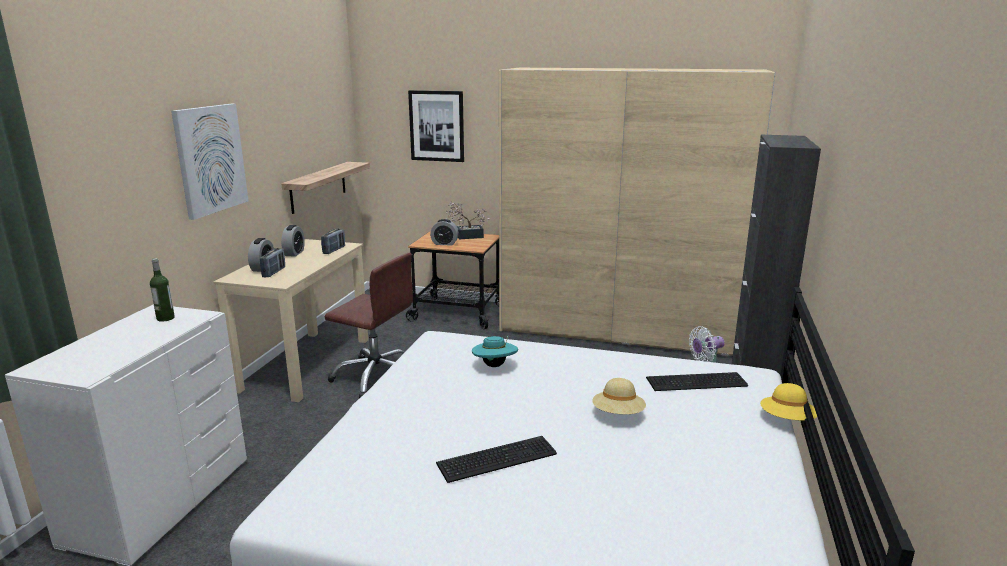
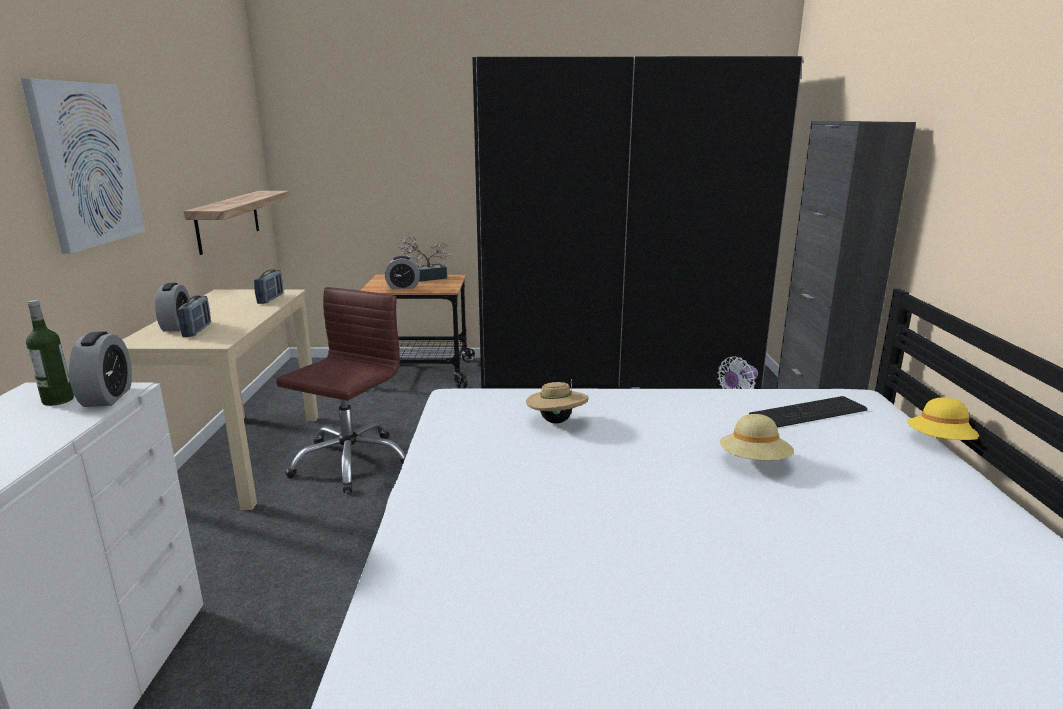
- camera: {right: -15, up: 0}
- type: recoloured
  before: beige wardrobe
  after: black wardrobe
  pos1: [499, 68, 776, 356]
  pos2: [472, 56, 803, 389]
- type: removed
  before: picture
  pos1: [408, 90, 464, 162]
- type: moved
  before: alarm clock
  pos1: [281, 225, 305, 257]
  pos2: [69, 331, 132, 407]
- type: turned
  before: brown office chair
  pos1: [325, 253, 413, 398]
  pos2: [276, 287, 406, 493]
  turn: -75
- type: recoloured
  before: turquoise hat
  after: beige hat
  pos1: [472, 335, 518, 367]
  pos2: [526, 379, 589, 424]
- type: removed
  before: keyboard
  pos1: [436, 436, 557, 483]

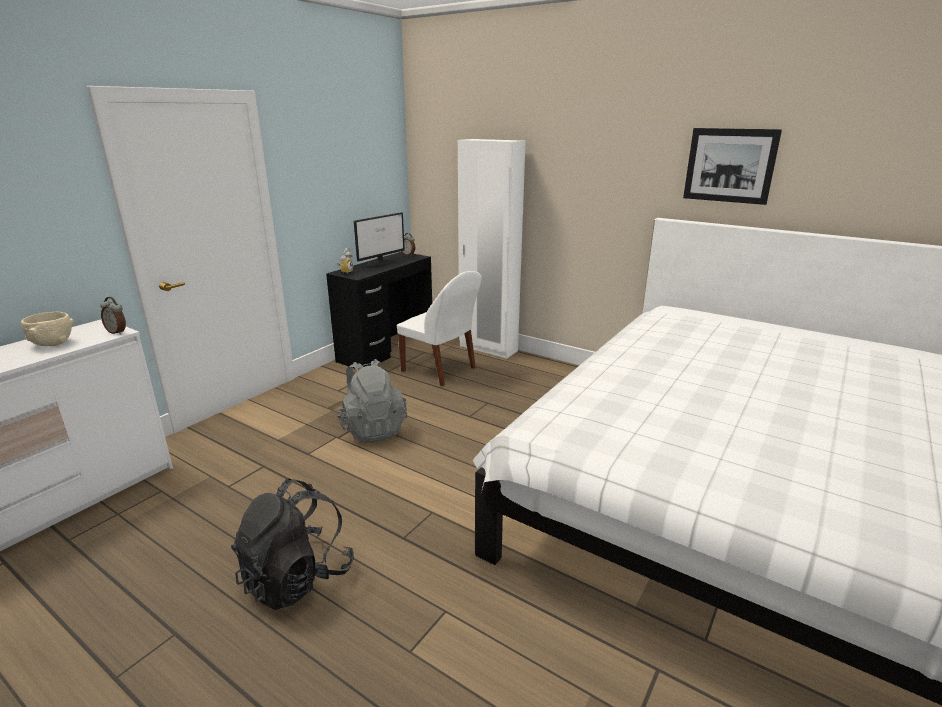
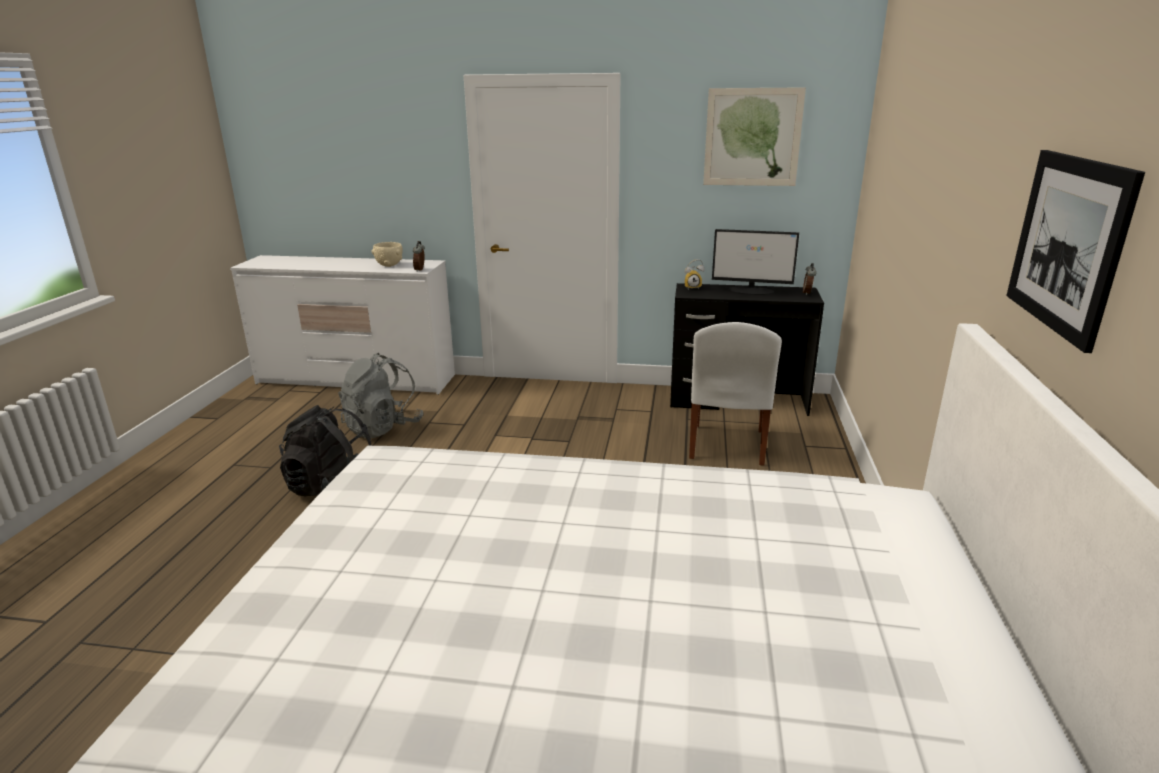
- camera: {right: 65, up: 0}
- type: removed
  before: white wardrobe
  pos1: [458, 139, 526, 359]
- type: moved
  before: grey backpack
  pos1: [337, 359, 407, 443]
  pos2: [338, 353, 423, 438]
- type: added
  after: picture
  pos2: [703, 87, 806, 186]

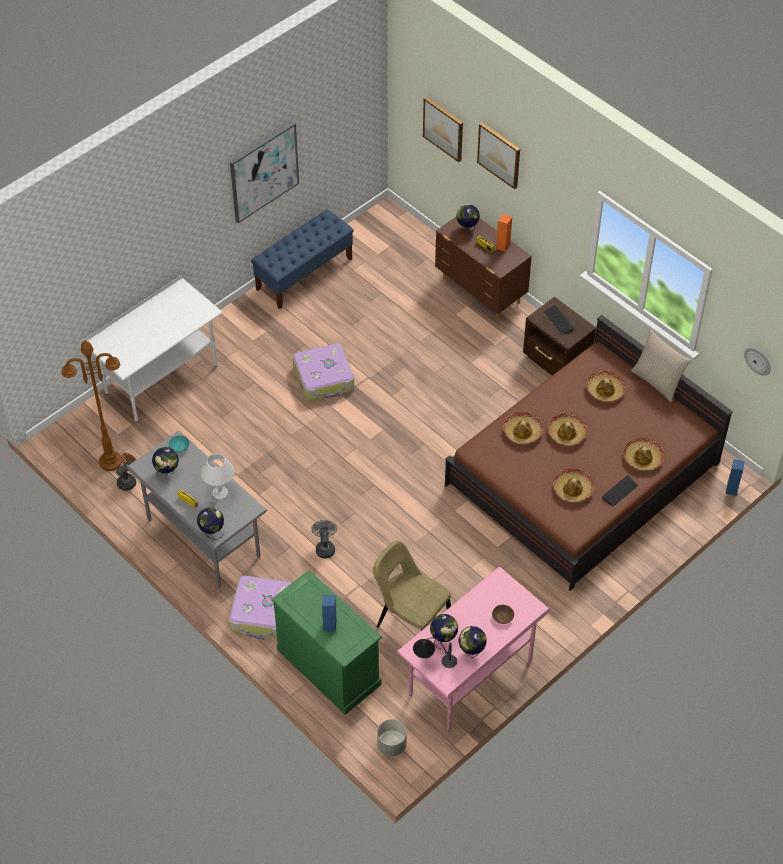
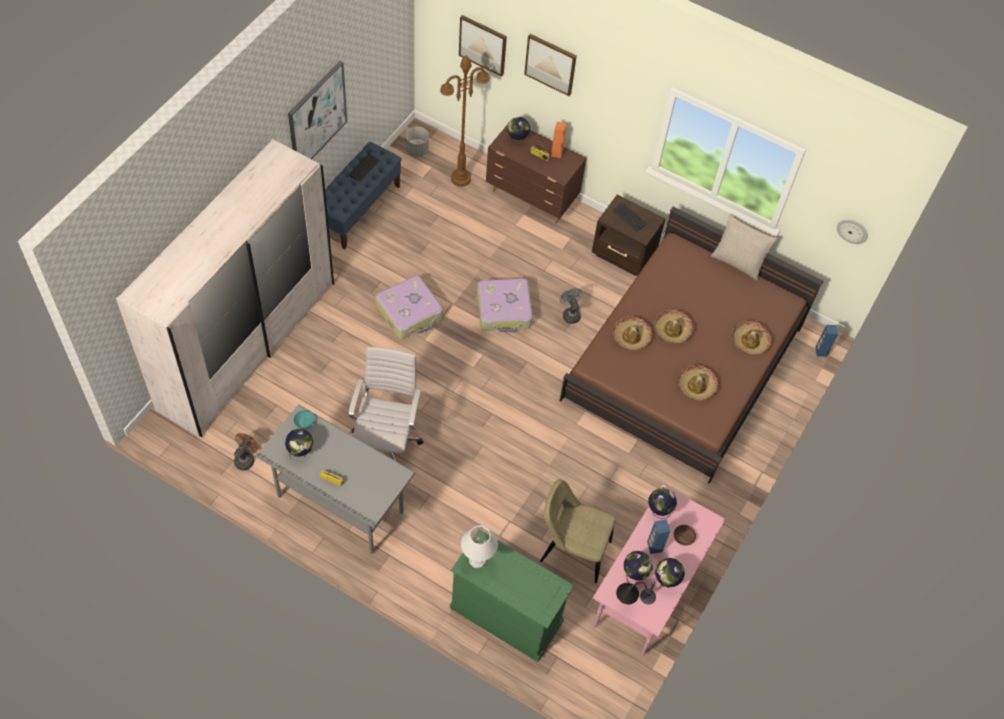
- camera: {right: -20, up: 5}
- type: replaced
  before: white desk
  after: white wardrobe
  pos1: [82, 275, 222, 423]
  pos2: [116, 139, 334, 437]
- type: moved
  before: brown floor lamp
  pos1: [62, 340, 122, 471]
  pos2: [440, 55, 490, 187]
- type: removed
  before: hat
  pos1: [586, 370, 626, 402]
- type: moved
  before: white table lamp
  pos1: [201, 453, 235, 500]
  pos2: [461, 525, 498, 568]
- type: moved
  before: keyboard
  pos1: [602, 475, 638, 507]
  pos2: [349, 153, 379, 182]
- type: moved
  before: globe
  pos1: [197, 507, 224, 540]
  pos2: [648, 487, 677, 519]
- type: moved
  before: grey fan
  pos1: [311, 520, 337, 558]
  pos2: [559, 288, 582, 324]
- type: moved
  before: suitcase
  pos1: [229, 575, 292, 640]
  pos2: [477, 279, 533, 333]
- type: moved
  before: blue speaker
  pos1: [322, 594, 337, 632]
  pos2: [647, 519, 670, 554]
- type: moved
  before: grey planter
  pos1: [377, 719, 407, 756]
  pos2: [406, 127, 429, 157]
- type: added
  after: white office chair
  pos2: [349, 346, 423, 461]

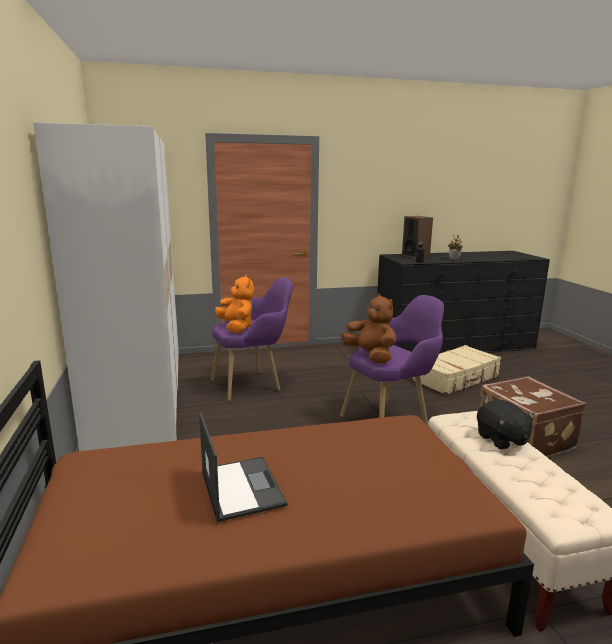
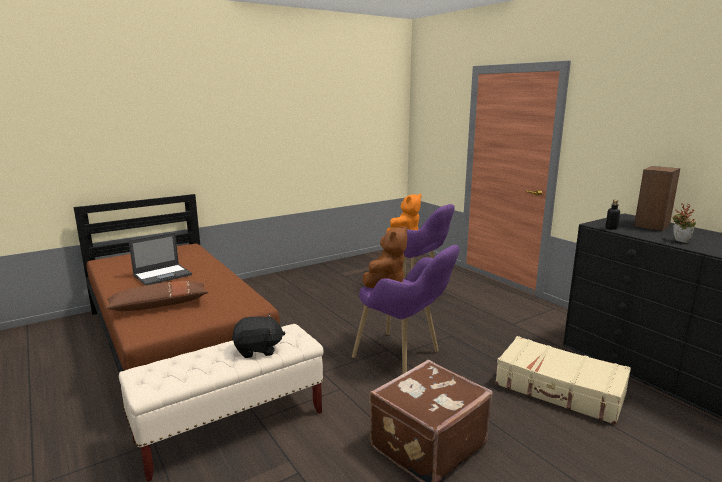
- camera: {right: 70, up: 0}
- type: removed
  before: white wardrobe
  pos1: [33, 122, 179, 451]
- type: turned
  before: black plush toy
  pos1: [477, 400, 535, 450]
  pos2: [232, 314, 285, 358]
  turn: -150
- type: added
  after: brown pillow
  pos2: [105, 281, 208, 311]

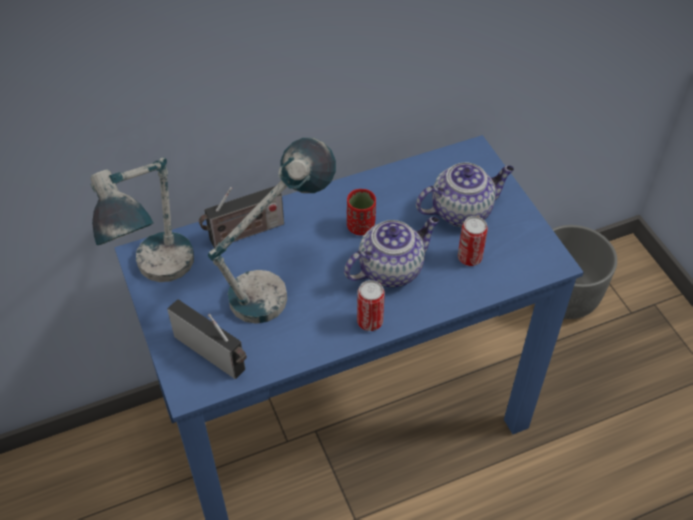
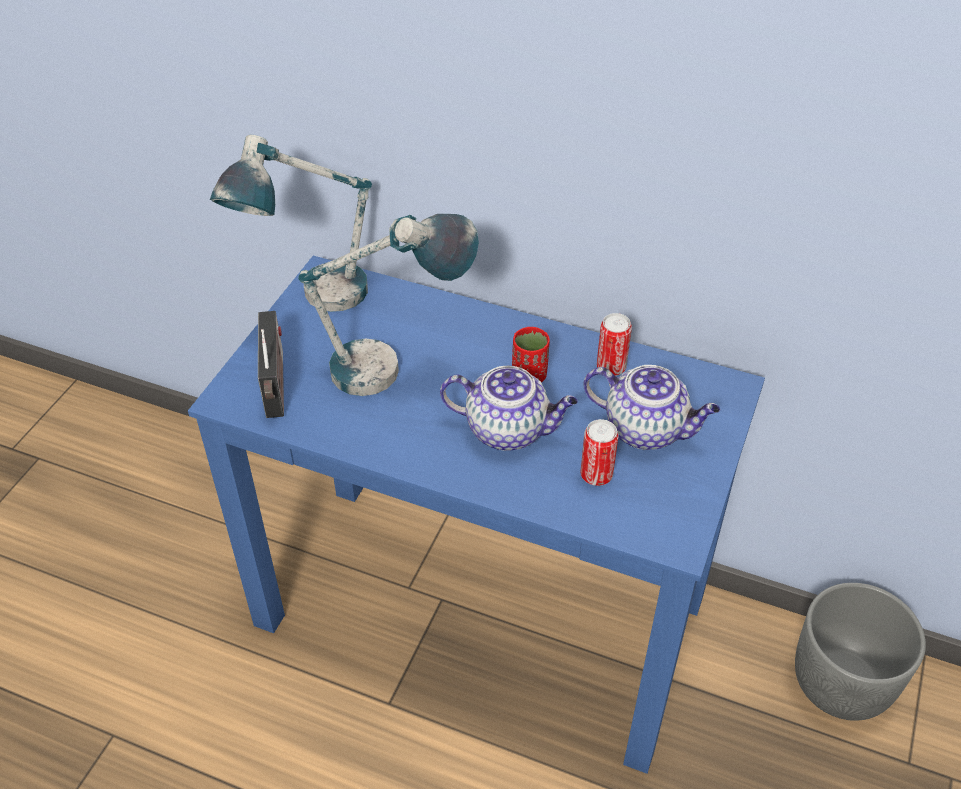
- camera: {right: 45, up: -5}
- type: removed
  before: radio
  pos1: [199, 186, 284, 248]
- type: moved
  before: can
  pos1: [357, 280, 385, 331]
  pos2: [597, 313, 632, 376]

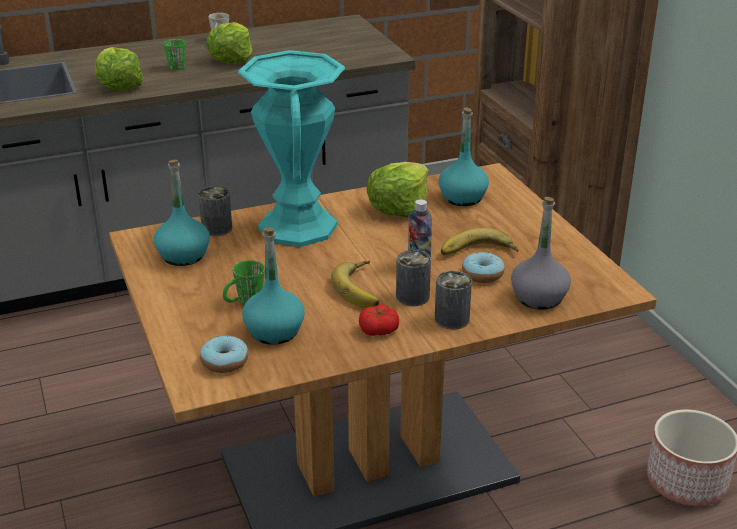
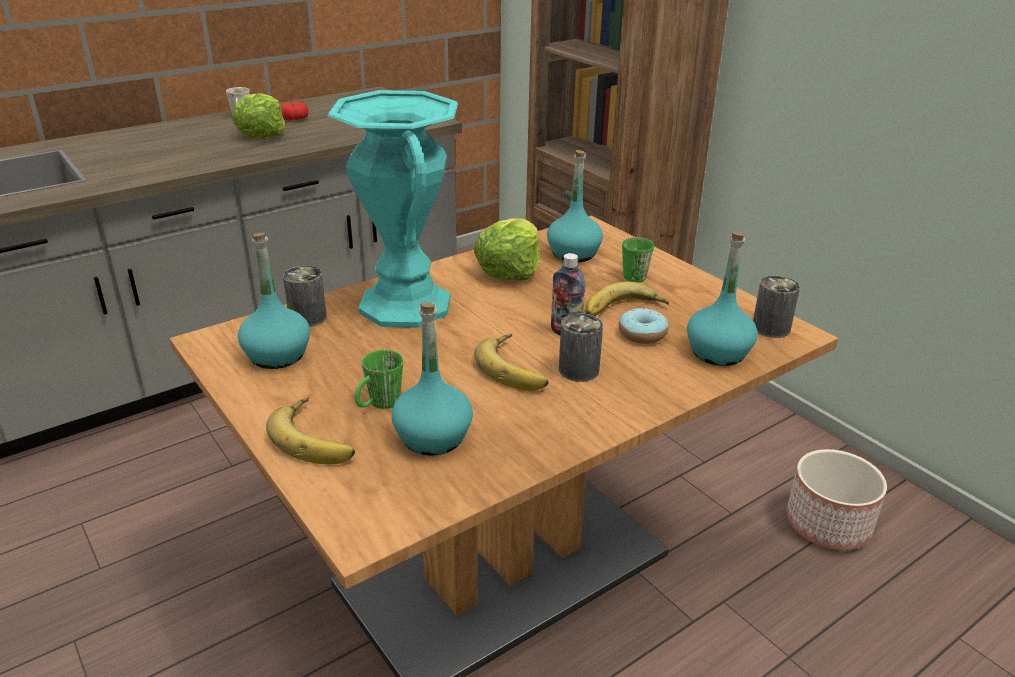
- camera: {right: -15, up: 0}
- type: moved
  before: green mug
  pos1: [164, 39, 186, 70]
  pos2: [622, 237, 654, 282]
- type: removed
  before: lettuce
  pos1: [95, 47, 144, 91]
- type: recoloured
  before: grey bottle
  after: turquoise bottle
  pos1: [511, 197, 571, 310]
  pos2: [687, 232, 758, 366]
- type: moved
  before: can
  pos1: [435, 271, 472, 329]
  pos2: [753, 276, 800, 338]
- type: moved
  before: tomato
  pos1: [359, 304, 399, 336]
  pos2: [281, 101, 309, 121]
- type: removed
  before: donut
  pos1: [200, 335, 248, 373]
- type: added
  after: banana
  pos2: [266, 397, 355, 465]

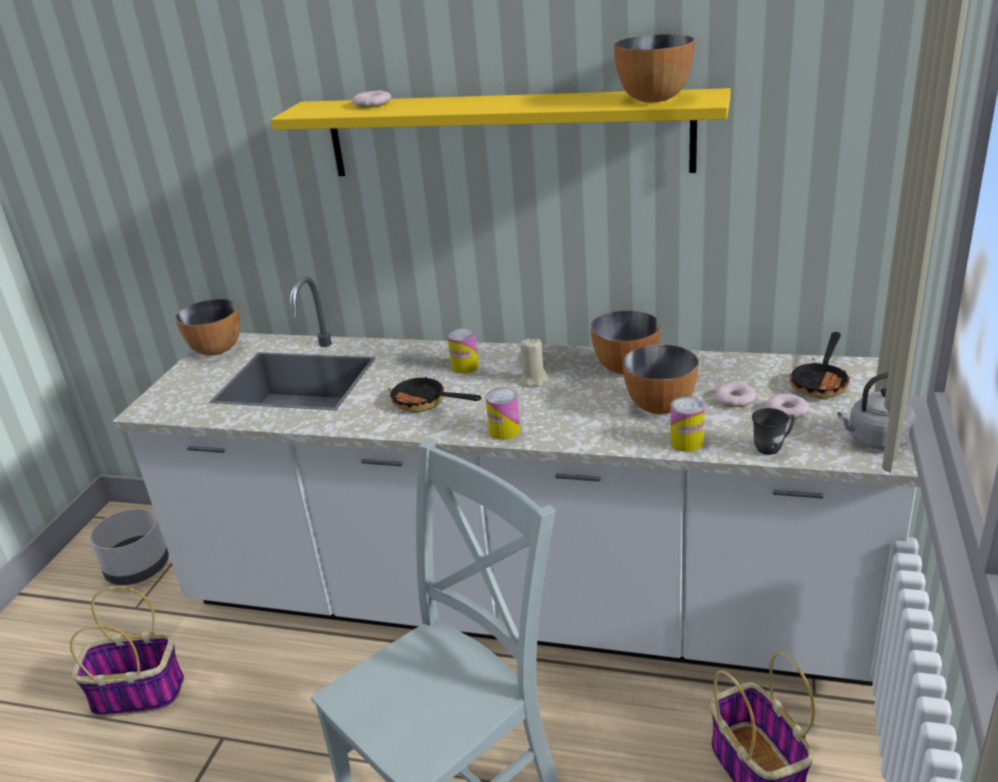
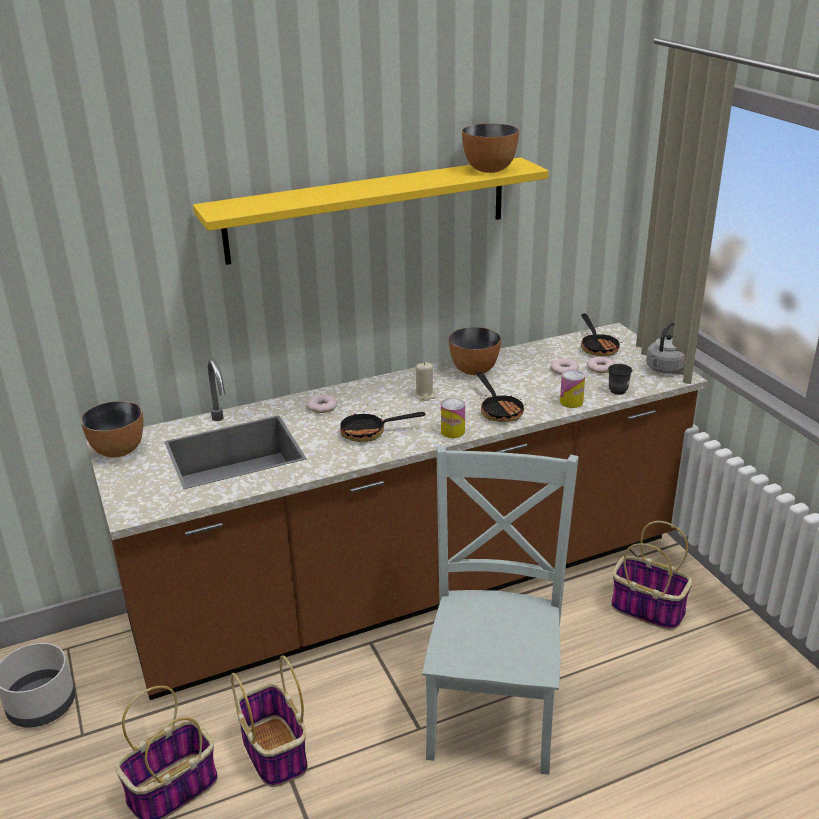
- camera: {right: -40, up: 0}
- type: moved
  before: donut
  pos1: [352, 90, 391, 108]
  pos2: [307, 395, 337, 413]
- type: recoloured
  before: white counter
  after: brown counter
  pos1: [112, 276, 920, 686]
  pos2: [86, 323, 708, 700]
- type: removed
  before: can
  pos1: [447, 328, 479, 374]
- type: removed
  before: bowl
  pos1: [623, 344, 699, 414]
- type: added
  after: frying pan
  pos2: [476, 372, 526, 422]
- type: added
  after: basket
  pos2: [231, 655, 308, 787]

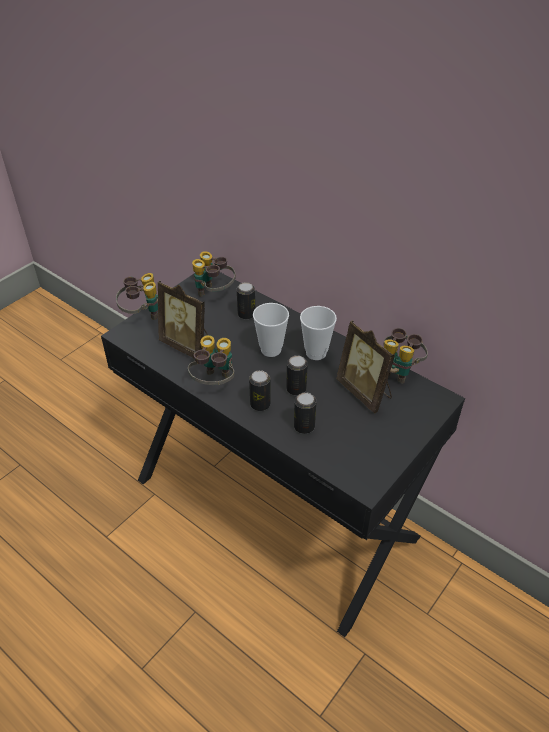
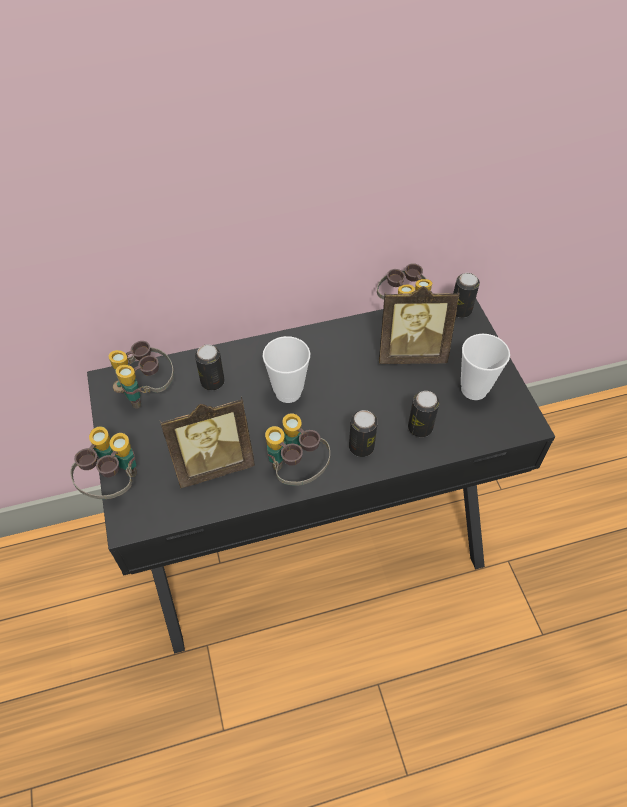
- camera: {right: -55, up: 10}
- type: moved
  before: cup
  pos1: [300, 306, 337, 360]
  pos2: [461, 334, 510, 400]
- type: moved
  before: can
  pos1: [286, 355, 308, 396]
  pos2: [453, 273, 480, 318]

